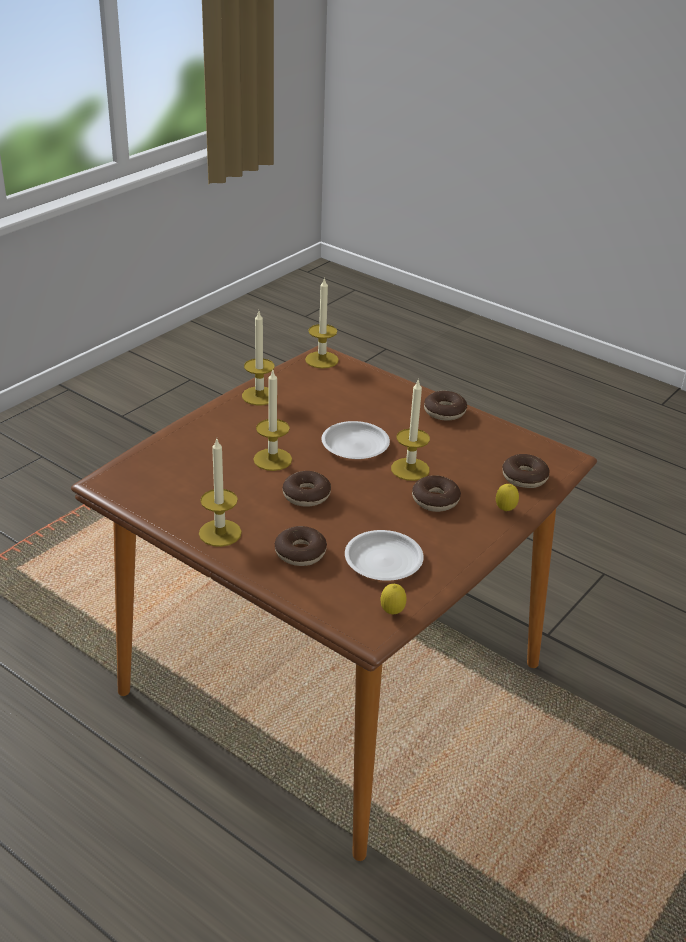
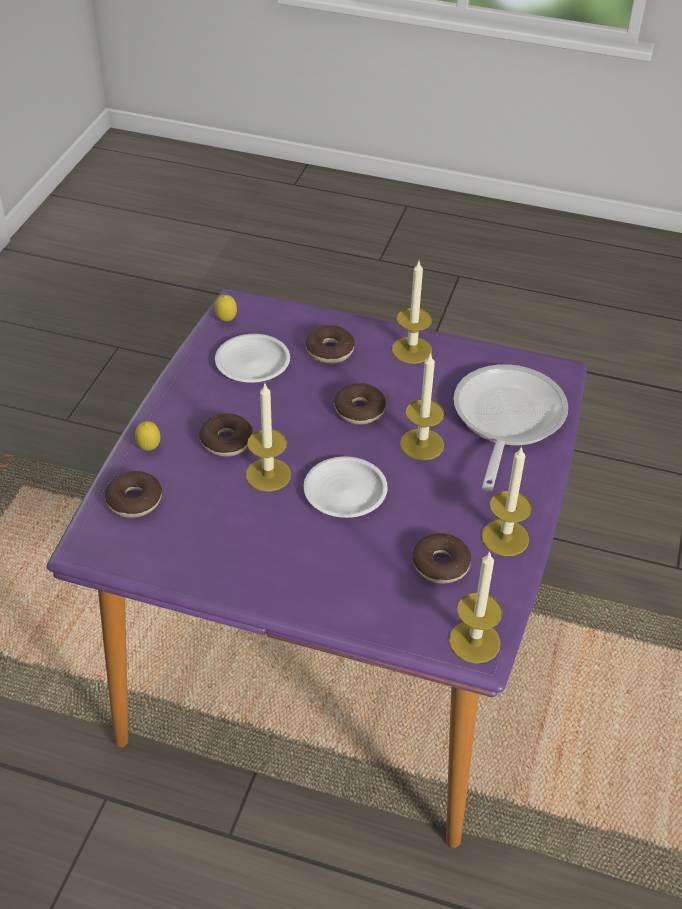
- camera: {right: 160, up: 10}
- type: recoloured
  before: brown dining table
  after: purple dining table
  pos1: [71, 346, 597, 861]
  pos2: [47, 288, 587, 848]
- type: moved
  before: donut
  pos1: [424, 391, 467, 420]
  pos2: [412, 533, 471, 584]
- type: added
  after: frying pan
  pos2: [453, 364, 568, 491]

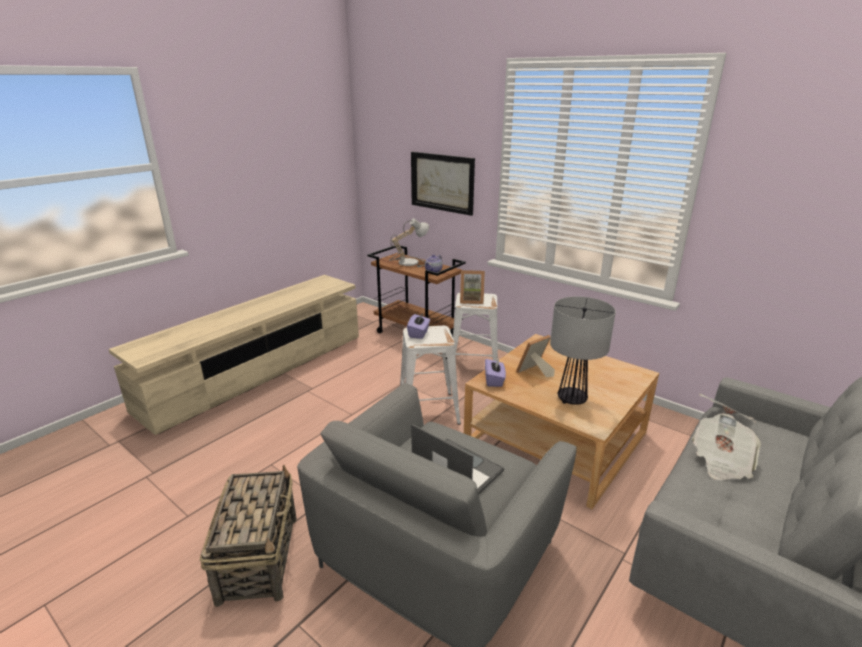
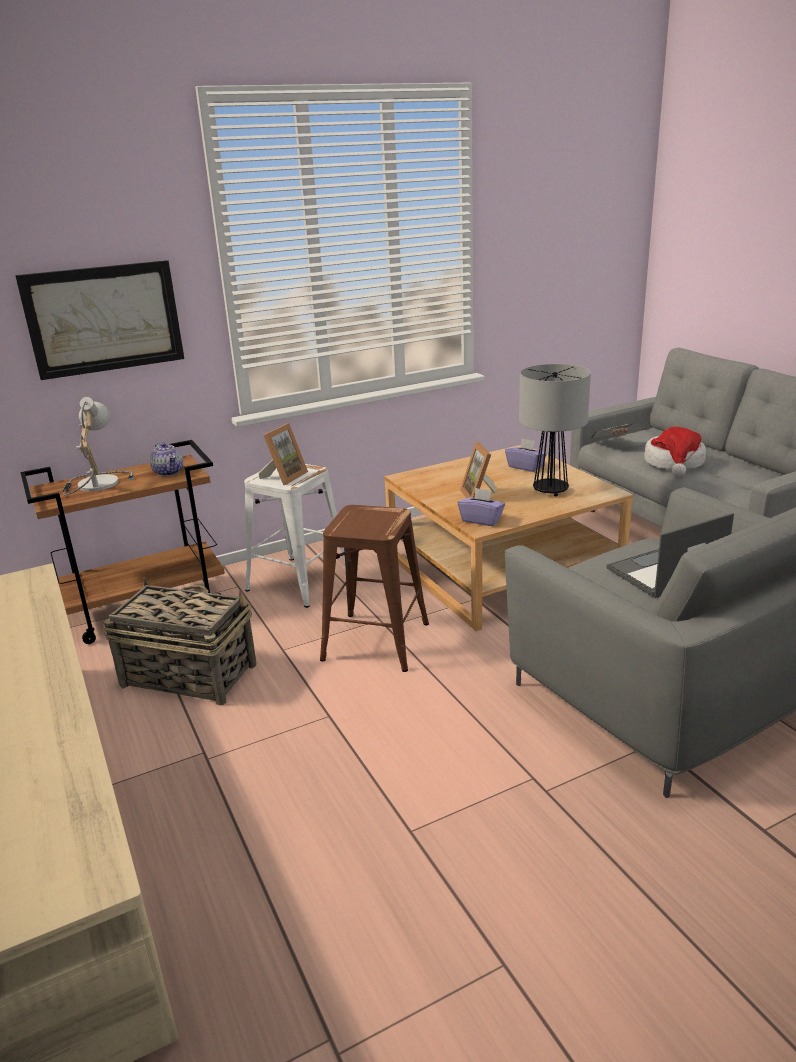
- camera: {right: -65, up: 0}
- type: moved
  before: purple tissue box
  pos1: [407, 312, 430, 339]
  pos2: [505, 438, 547, 472]
- type: recoloured
  before: white stool
  after: brown stool
  pos1: [400, 326, 461, 425]
  pos2: [320, 505, 429, 672]
- type: replaced
  before: newspaper
  after: hat
  pos1: [692, 414, 761, 480]
  pos2: [644, 427, 706, 477]
- type: moved
  before: basket
  pos1: [200, 465, 297, 607]
  pos2: [103, 577, 257, 706]

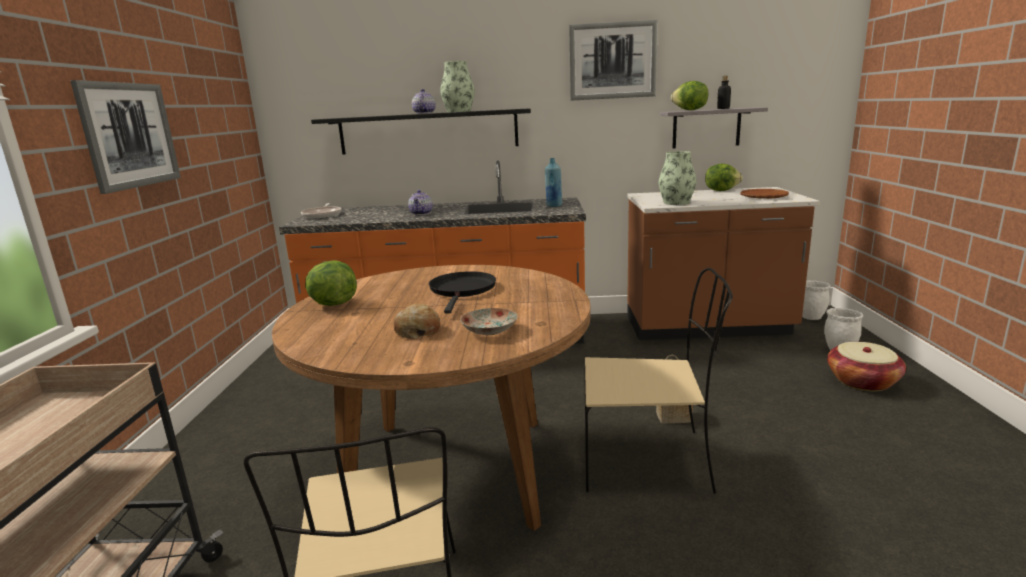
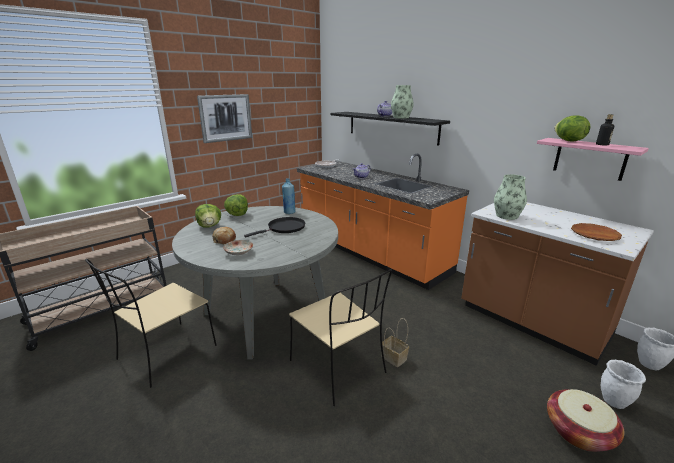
- camera: {right: 45, up: 5}
- type: removed
  before: picture
  pos1: [569, 20, 658, 101]
- type: recoloured
  before: grey shelf
  after: pink shelf
  pos1: [660, 107, 768, 148]
  pos2: [537, 138, 649, 181]
- type: moved
  before: blue bottle
  pos1: [545, 158, 562, 207]
  pos2: [282, 178, 296, 214]
- type: moved
  before: lettuce
  pos1: [705, 164, 743, 191]
  pos2: [195, 204, 221, 228]
- type: recoloured
  before: brown dining table
  after: grey dining table
  pos1: [272, 265, 591, 531]
  pos2: [172, 206, 338, 360]

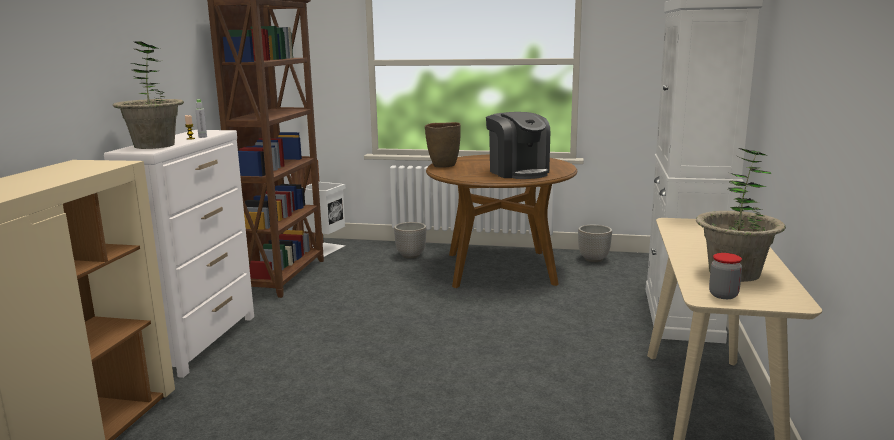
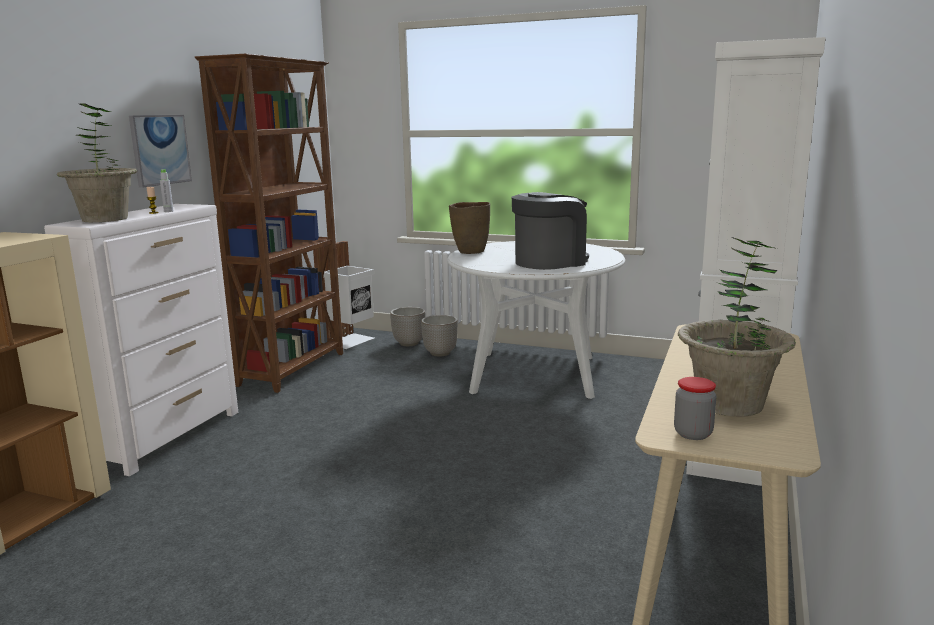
- camera: {right: 10, up: 0}
- type: turned
  before: coffee machine
  pos1: [486, 112, 550, 179]
  pos2: [512, 192, 589, 270]
  turn: -105
- type: recoloured
  before: brown dining table
  after: white dining table
  pos1: [426, 154, 577, 288]
  pos2: [447, 241, 625, 399]
- type: moved
  before: planter
  pos1: [578, 225, 612, 262]
  pos2: [390, 307, 426, 346]
- type: added
  after: picture
  pos2: [129, 115, 192, 188]

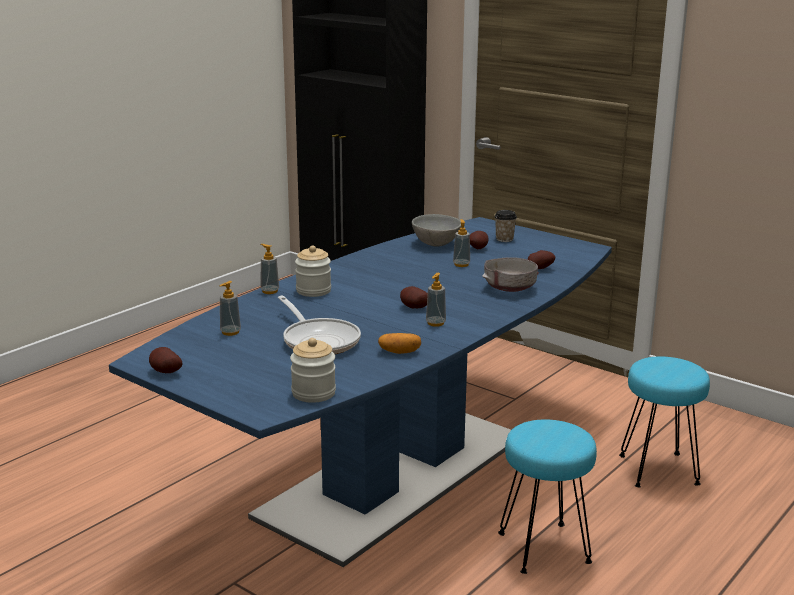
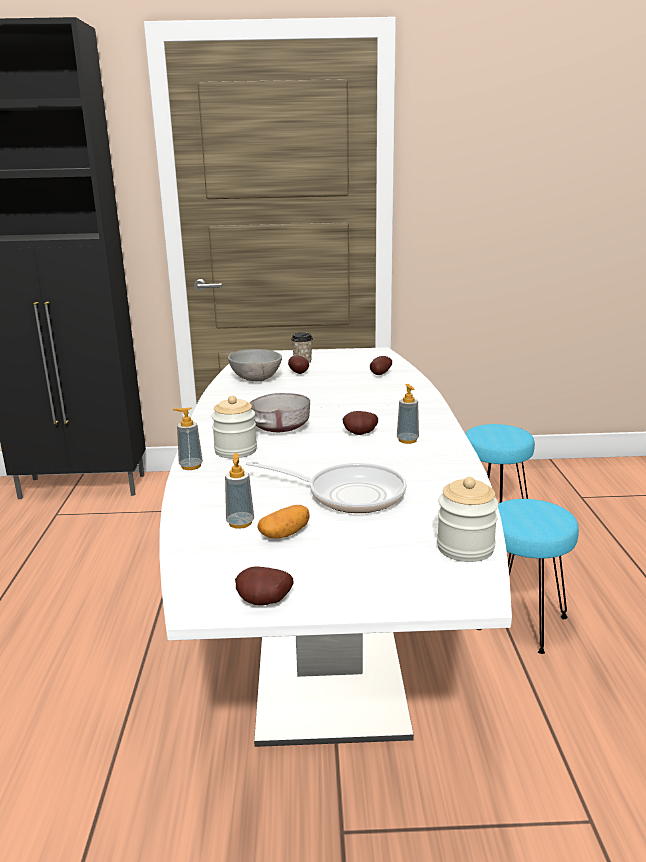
- camera: {right: -40, up: 0}
- type: recoloured
  before: blue dining table
  after: white dining table
  pos1: [109, 217, 612, 567]
  pos2: [159, 347, 512, 747]
- type: removed
  before: soap dispenser
  pos1: [453, 219, 470, 267]
- type: moved
  before: grey bowl
  pos1: [482, 257, 539, 292]
  pos2: [250, 393, 310, 432]
- type: moved
  before: potato
  pos1: [378, 333, 421, 354]
  pos2: [257, 505, 310, 538]

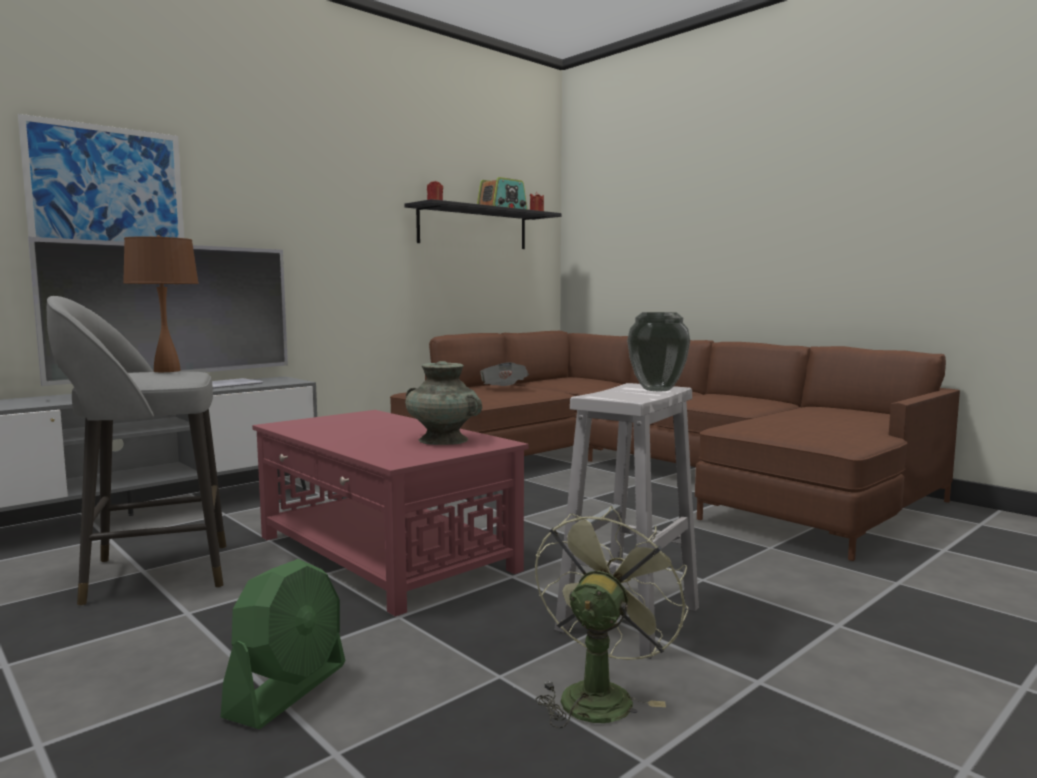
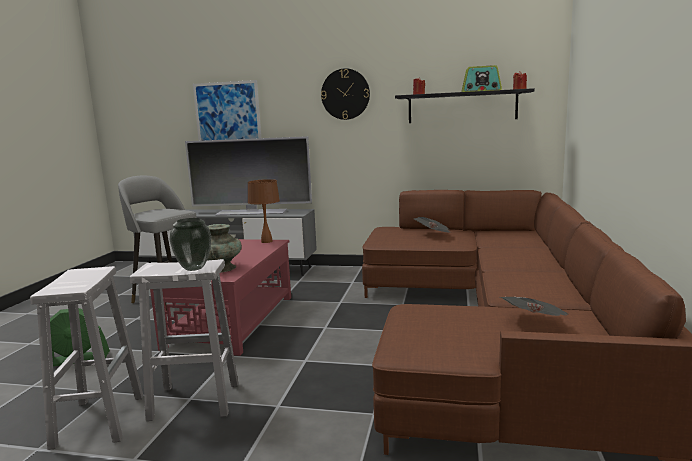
- camera: {right: 55, up: 5}
- type: moved
  before: brown table lamp
  pos1: [123, 235, 199, 372]
  pos2: [248, 179, 280, 243]
- type: replaced
  before: green fan
  after: white stool
  pos1: [535, 506, 688, 728]
  pos2: [30, 266, 143, 450]
- type: added
  after: wall clock
  pos2: [321, 68, 370, 120]
- type: added
  after: newspaper
  pos2: [500, 297, 569, 316]

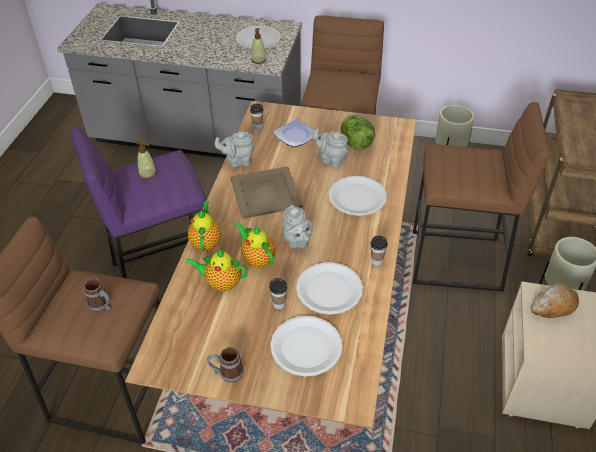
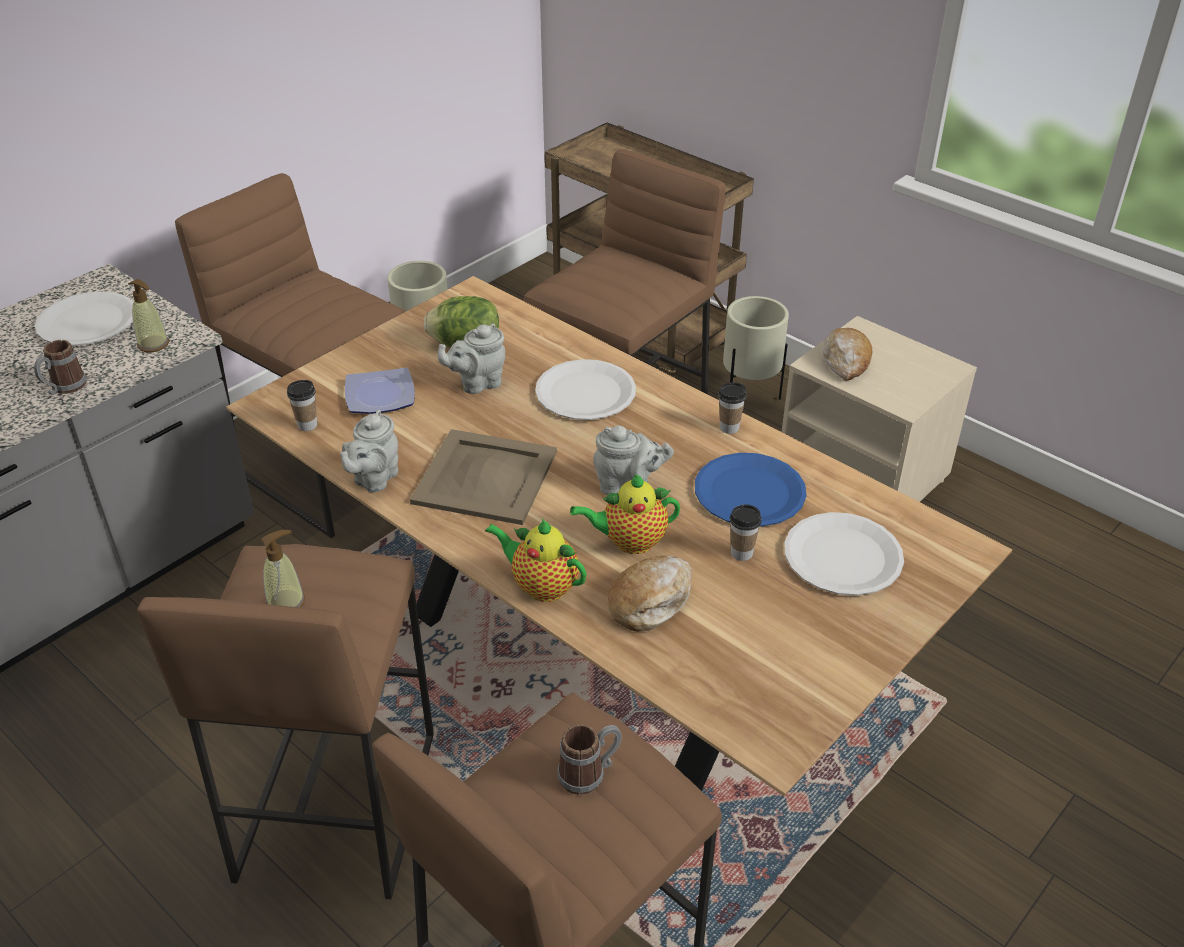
- camera: {right: -60, up: -5}
- type: recoloured
  before: purple stool
  after: brown stool
  pos1: [70, 127, 206, 308]
  pos2: [137, 544, 434, 899]
- type: replaced
  before: teapot
  after: bread
  pos1: [185, 249, 247, 292]
  pos2: [608, 555, 692, 632]
- type: recoloured
  before: white plate
  after: blue plate
  pos1: [296, 262, 363, 315]
  pos2: [695, 453, 807, 527]
- type: moved
  before: mug
  pos1: [207, 347, 244, 383]
  pos2: [34, 340, 87, 395]

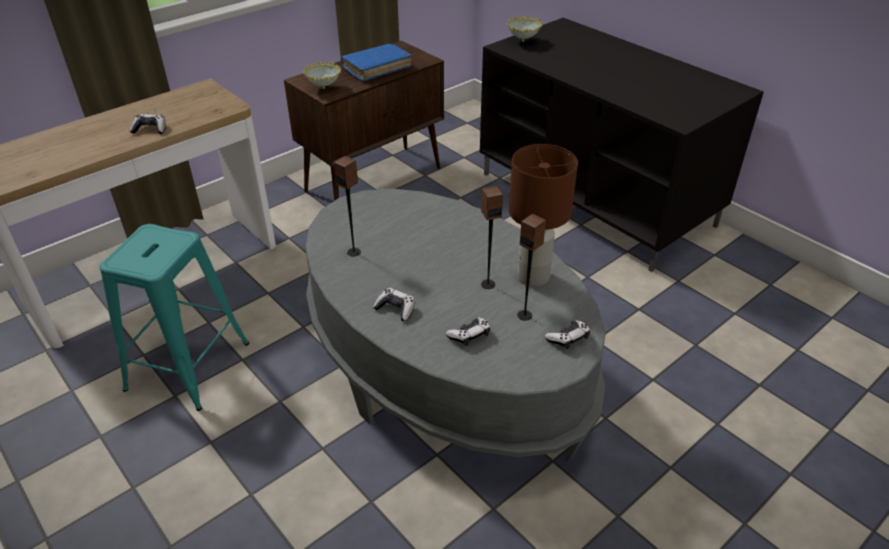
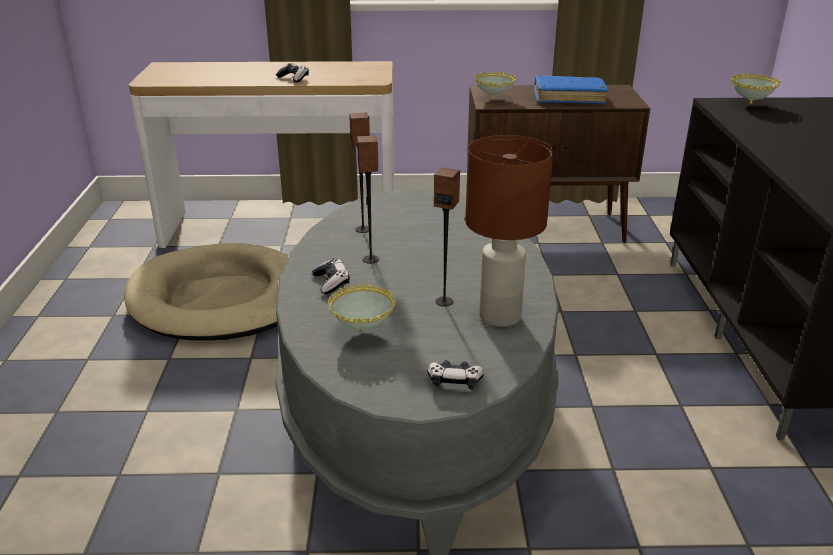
- camera: {right: 40, up: -10}
- type: moved
  before: speaker
  pos1: [517, 214, 546, 321]
  pos2: [357, 136, 379, 264]
- type: replaced
  before: turquoise stool
  after: beige dog bed
  pos1: [100, 224, 249, 411]
  pos2: [124, 243, 289, 341]
- type: replaced
  before: game controller
  after: bowl
  pos1: [446, 317, 490, 346]
  pos2: [328, 283, 396, 332]

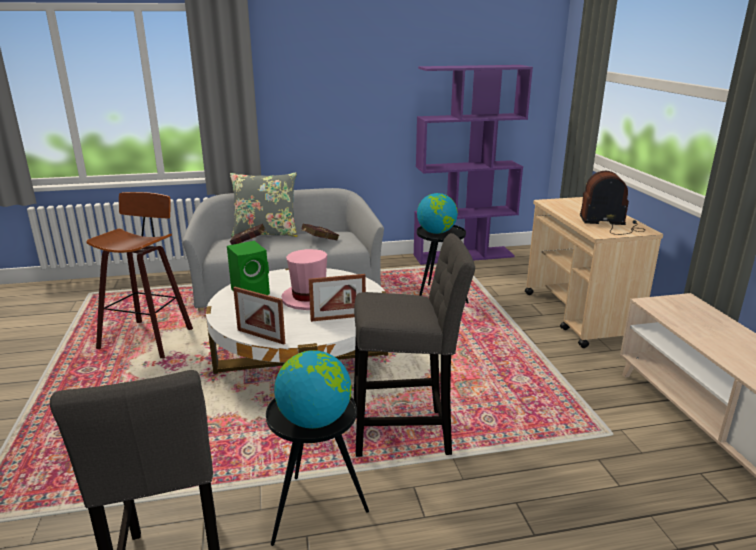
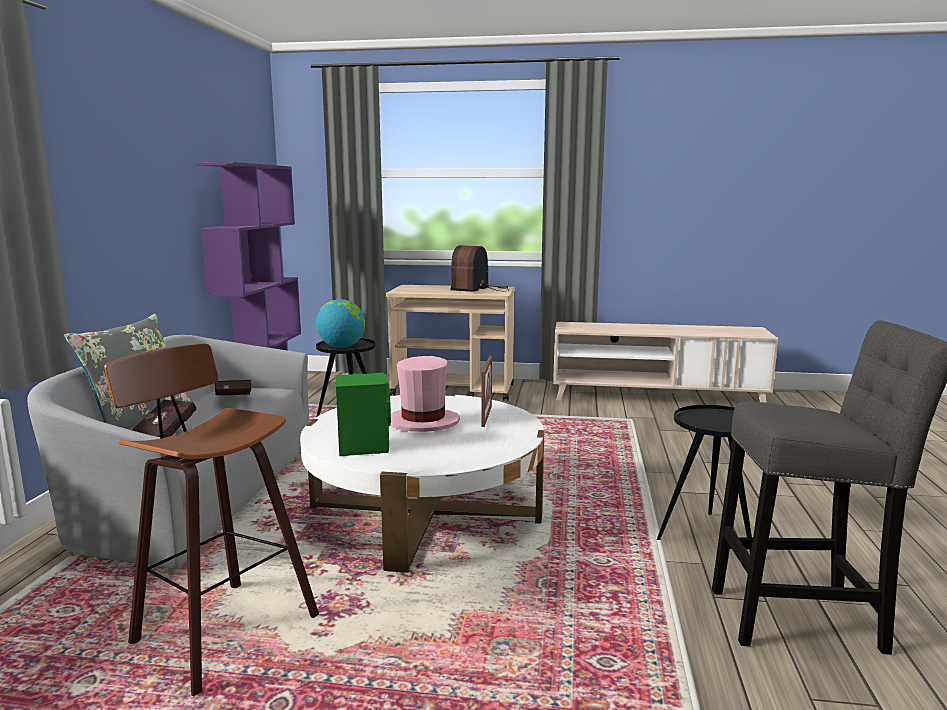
- camera: {right: -70, up: -10}
- type: removed
  before: grey stool
  pos1: [354, 233, 475, 457]
- type: removed
  before: picture frame
  pos1: [233, 287, 285, 345]
- type: removed
  before: globe
  pos1: [274, 350, 352, 429]

